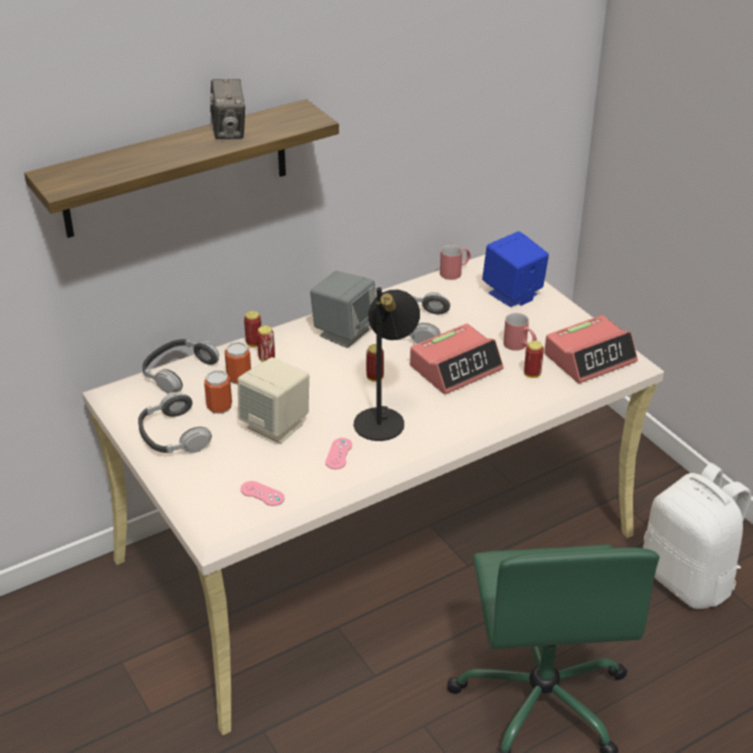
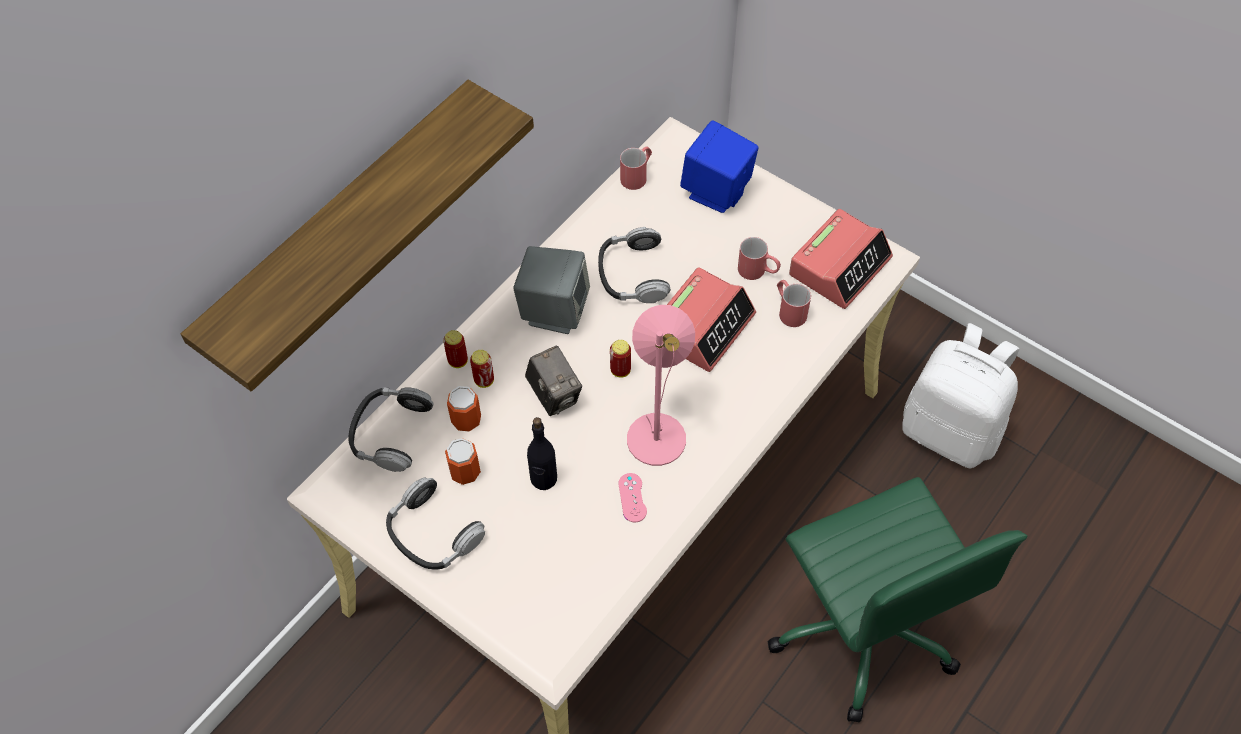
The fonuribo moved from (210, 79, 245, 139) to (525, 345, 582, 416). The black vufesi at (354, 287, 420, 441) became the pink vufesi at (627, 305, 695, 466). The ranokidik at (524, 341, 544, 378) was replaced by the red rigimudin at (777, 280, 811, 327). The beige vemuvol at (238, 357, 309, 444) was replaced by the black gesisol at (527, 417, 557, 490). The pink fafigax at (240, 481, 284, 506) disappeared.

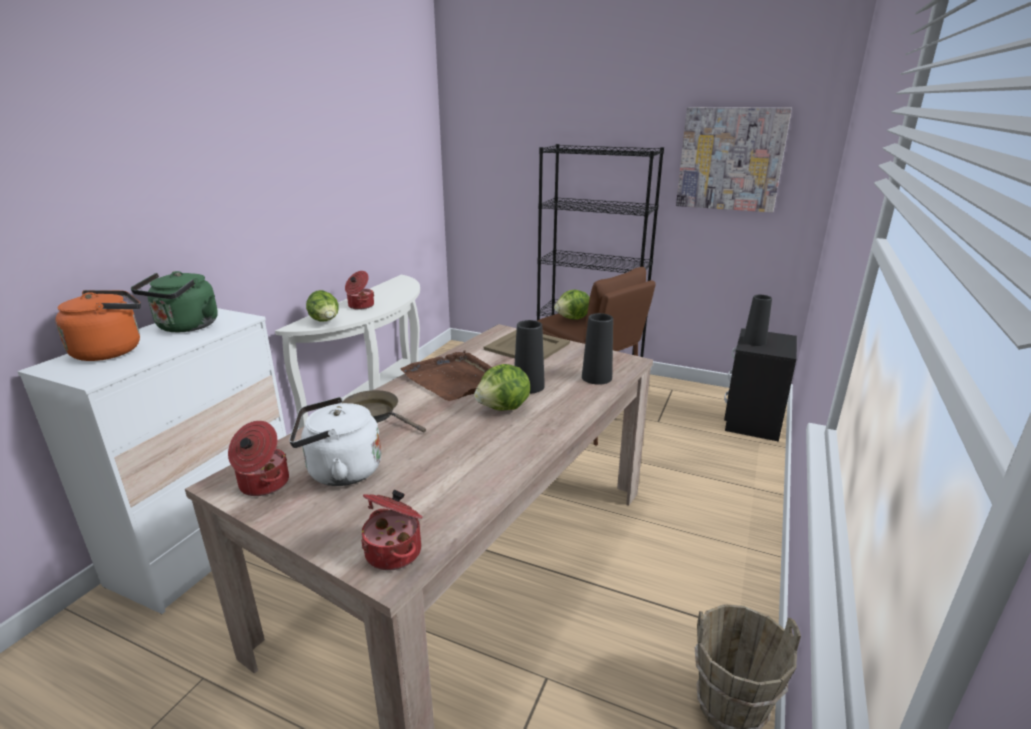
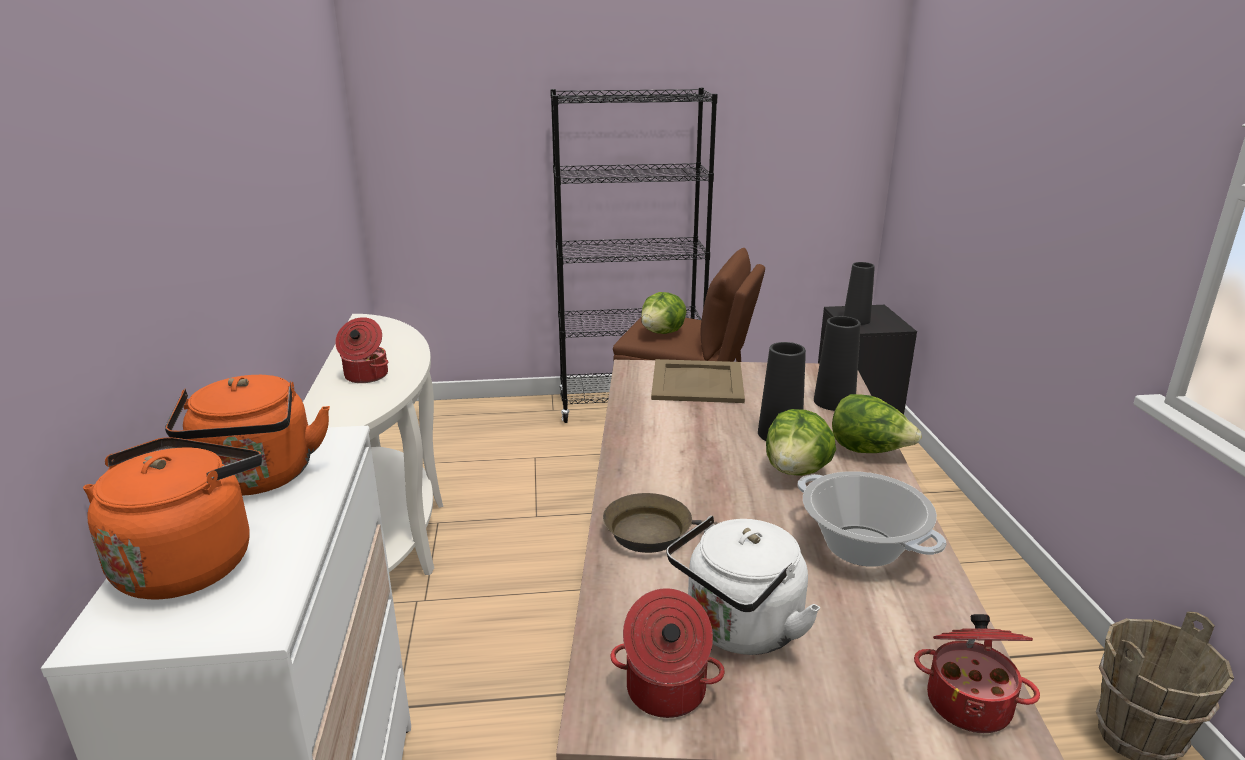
The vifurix at (676, 107, 792, 212) disappeared. The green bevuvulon at (131, 271, 218, 332) became the orange bevuvulon at (165, 375, 330, 496). The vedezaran moved from (306, 290, 339, 322) to (832, 394, 922, 453). The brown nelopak at (401, 351, 492, 401) disappeared. The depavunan at (797, 471, 947, 567) appeared.

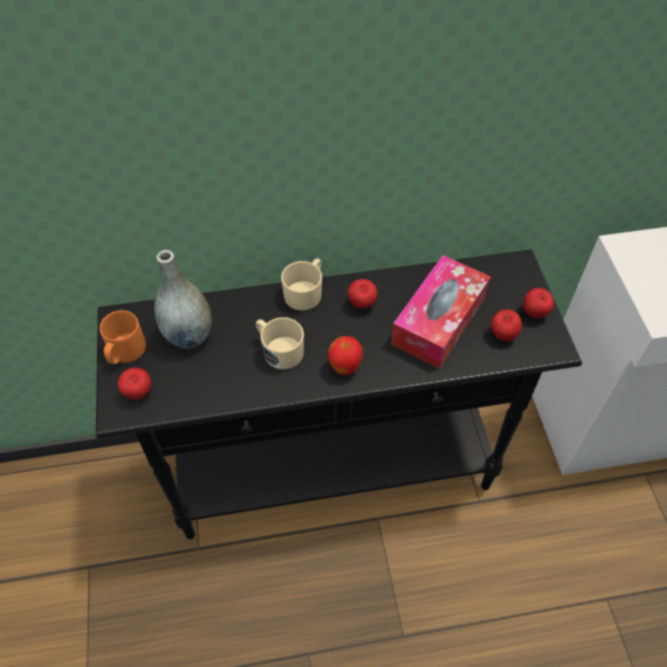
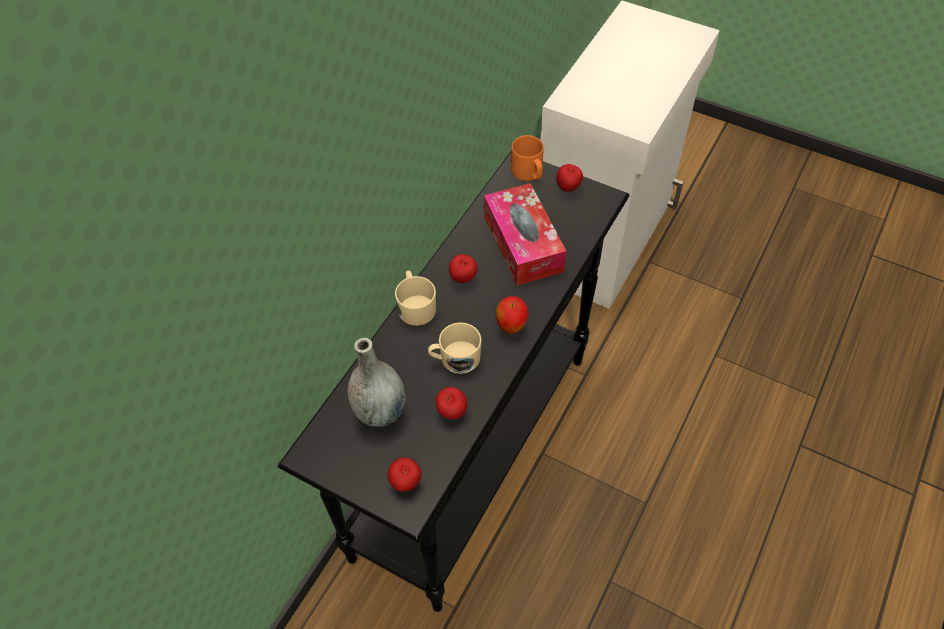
The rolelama moved from (491, 309, 522, 341) to (436, 387, 467, 420). The orange rigimudin moved from (100, 310, 146, 364) to (511, 135, 544, 181).

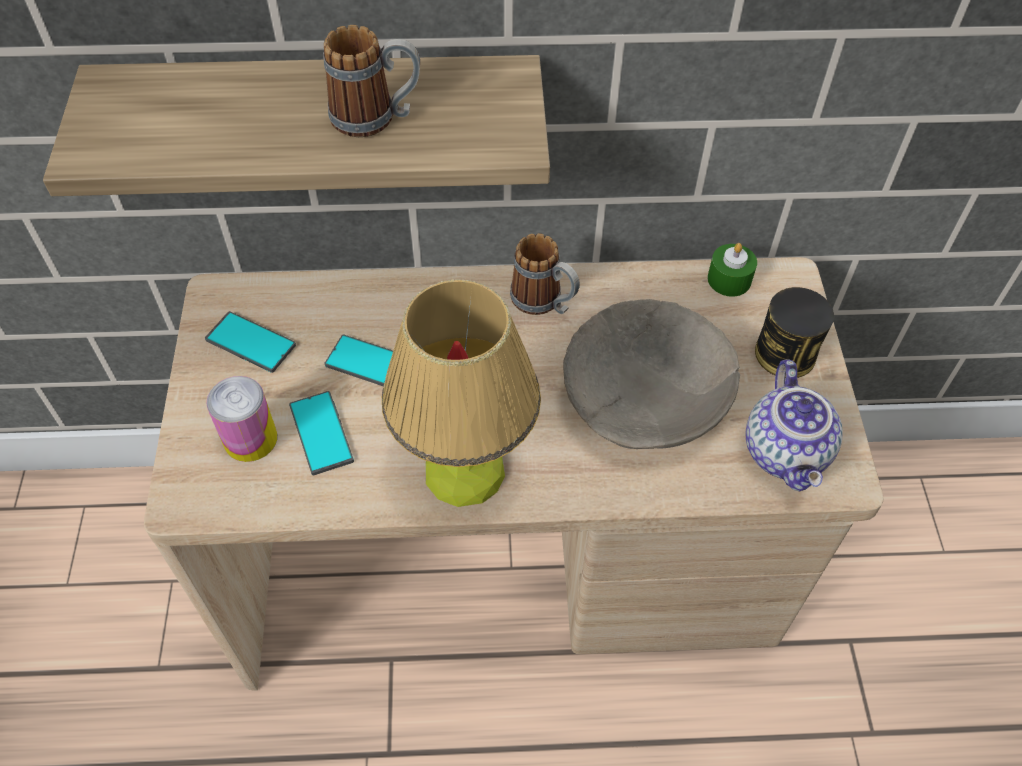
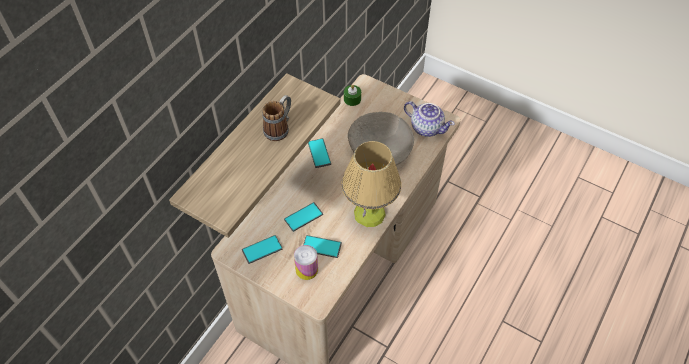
The rigimudin at (510, 233, 580, 315) was replaced by the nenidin at (308, 138, 331, 168). The ranokidik at (755, 287, 834, 378) disappeared.

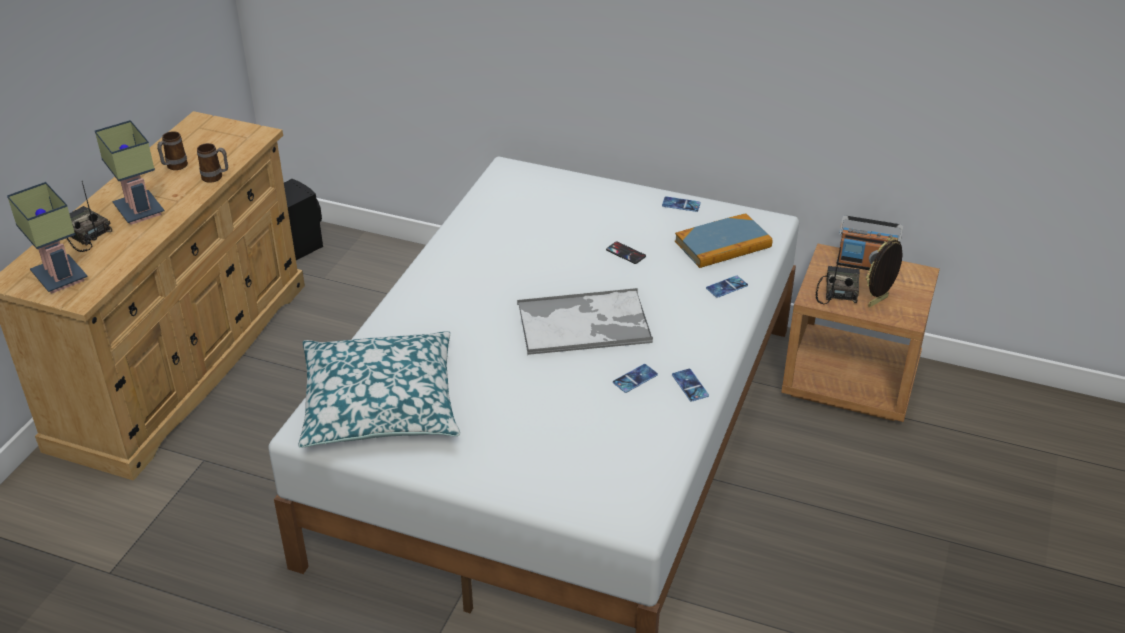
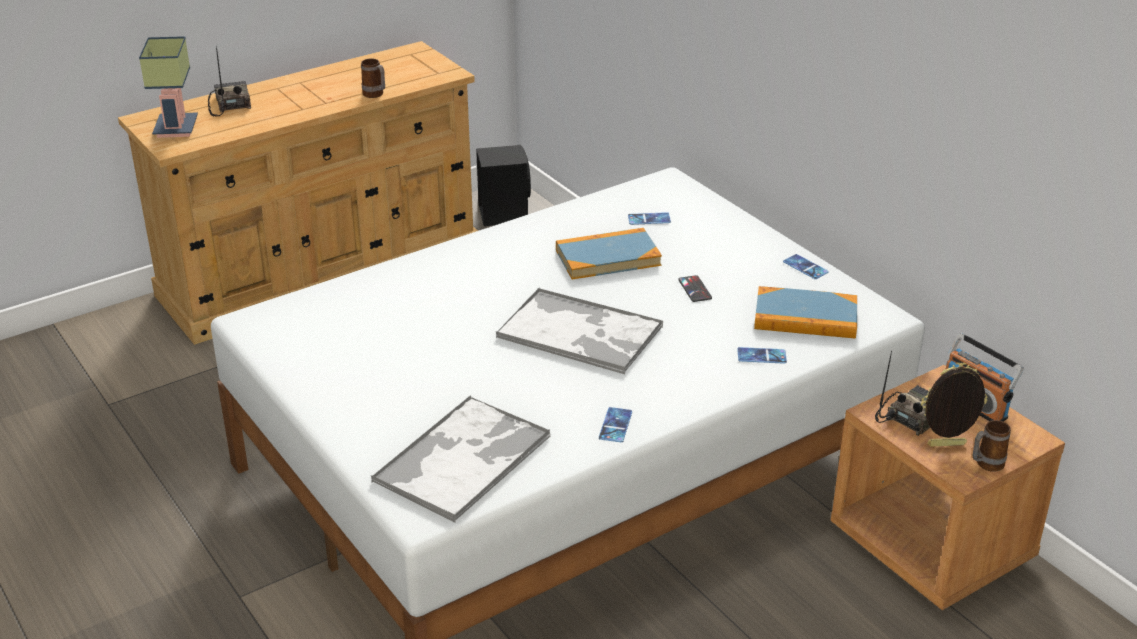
The vufesi at (95, 120, 164, 225) disappeared. The rigimudin moved from (157, 131, 188, 170) to (973, 420, 1011, 472). The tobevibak at (298, 331, 460, 448) disappeared. The nenidin moved from (613, 364, 658, 393) to (628, 212, 671, 225). The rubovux at (556, 228, 662, 279) appeared. The nelopak at (371, 395, 551, 523) appeared.

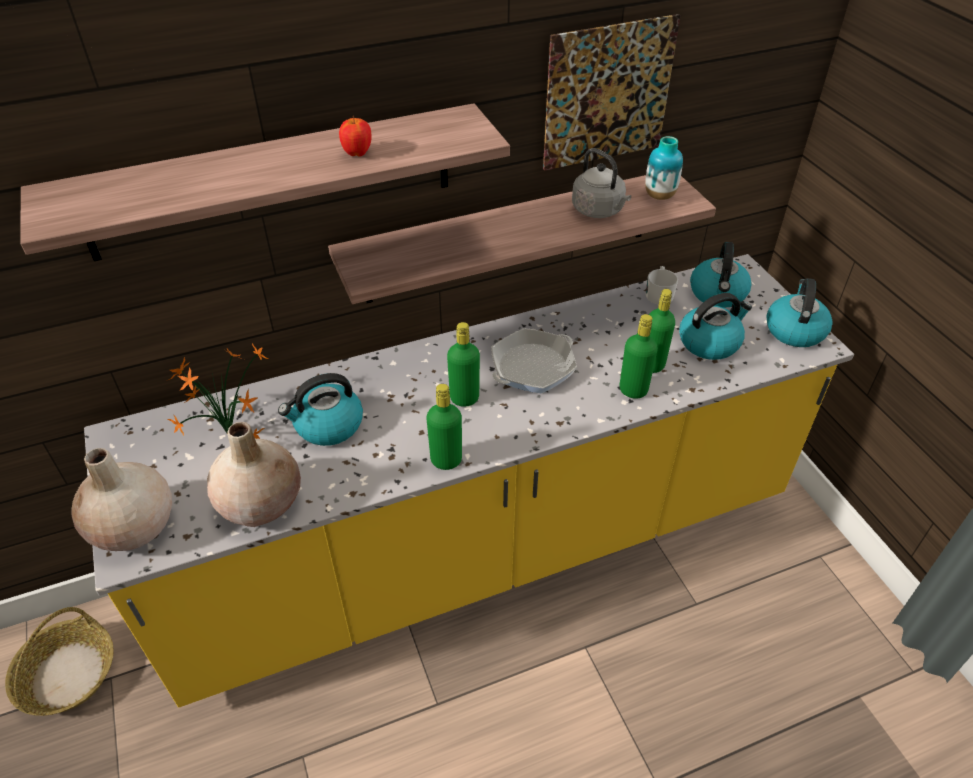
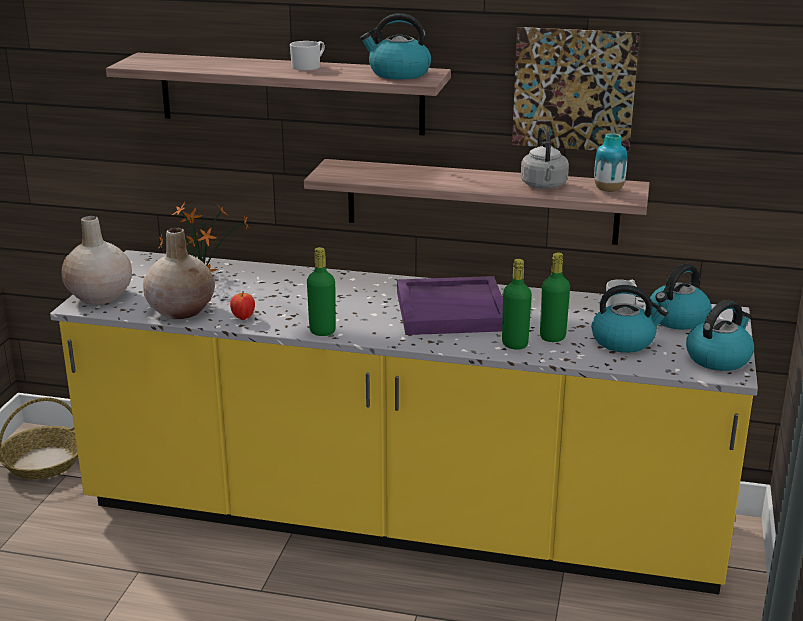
The rolelama moved from (339, 115, 371, 157) to (230, 291, 255, 320). The green gesisol at (447, 322, 480, 407) disappeared. The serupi at (491, 328, 577, 394) was replaced by the purple nelopak at (397, 276, 503, 335). The bevuvulon moved from (278, 373, 363, 446) to (360, 13, 431, 79). The white rigimudin at (290, 41, 325, 71) appeared.

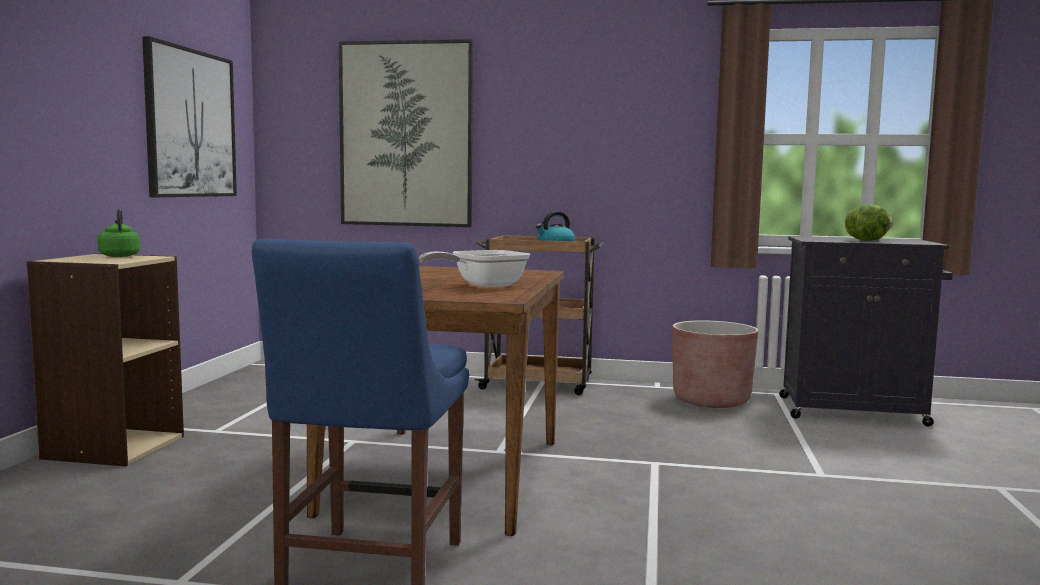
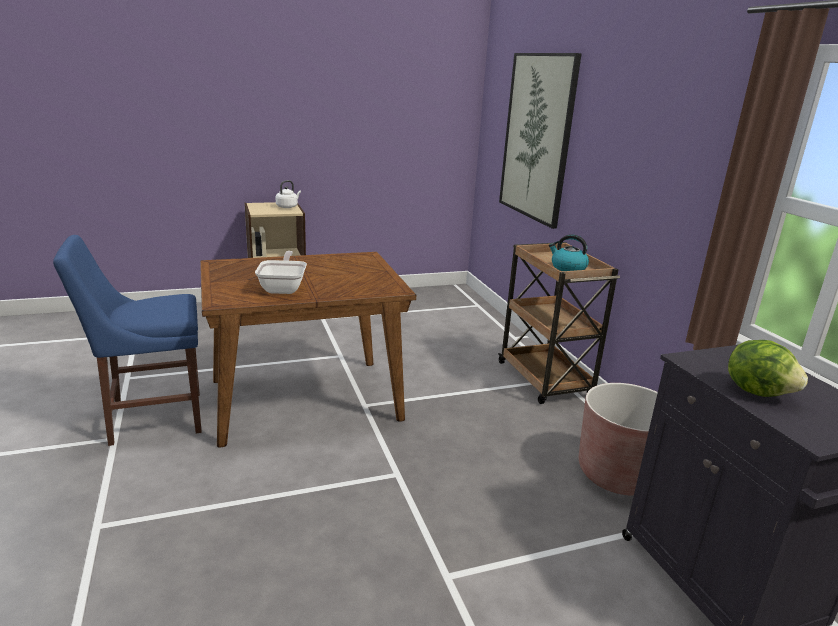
The vifurix at (142, 36, 237, 197) disappeared. The green bevuvulon at (97, 209, 140, 257) became the white bevuvulon at (276, 180, 301, 208). The serupi at (419, 250, 530, 288) turned 60 degrees clockwise.

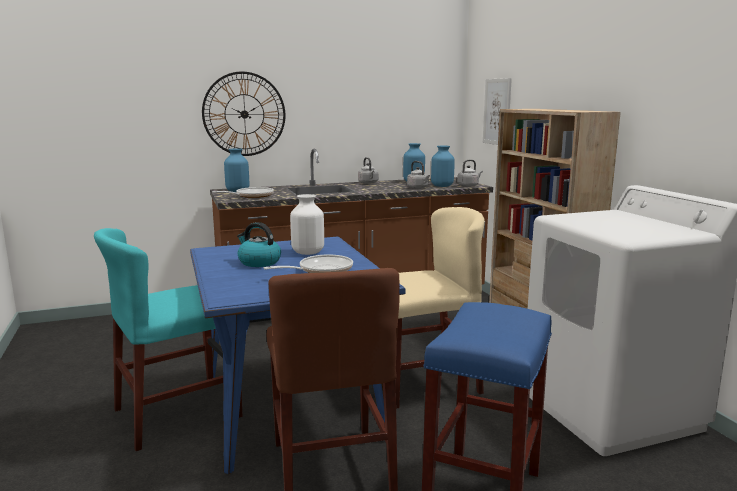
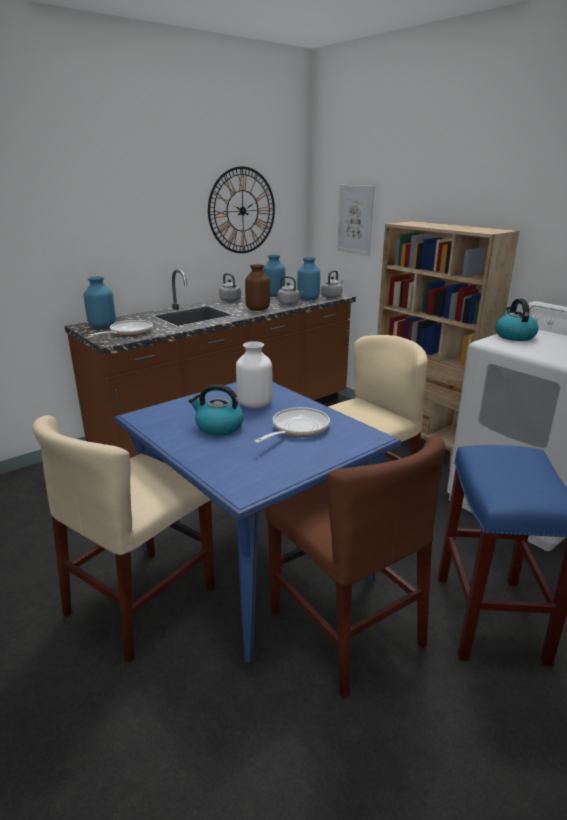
The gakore moved from (202, 71, 285, 156) to (208, 166, 275, 253). The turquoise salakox at (94, 228, 243, 451) became the beige salakox at (33, 415, 215, 663). The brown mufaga at (245, 264, 270, 311) appeared. The bevuvulon at (496, 299, 539, 341) appeared.

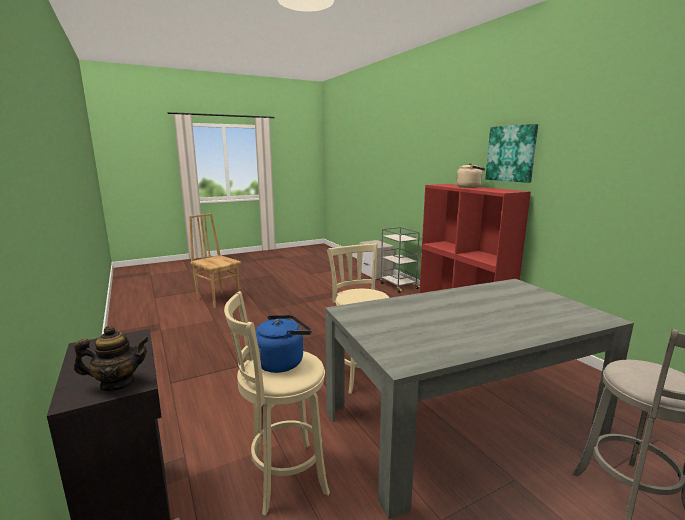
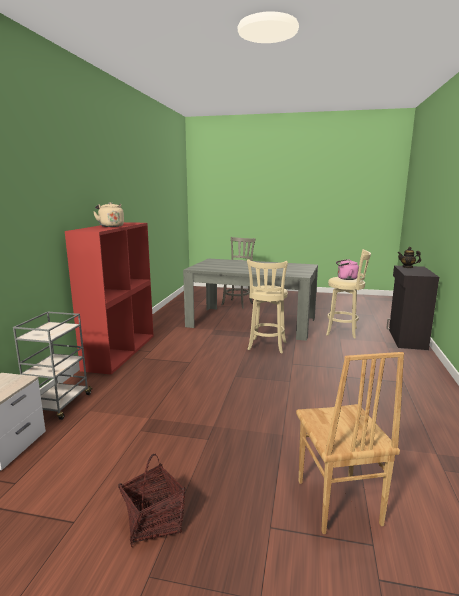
The vifurix at (485, 124, 538, 183) disappeared. The blue bevuvulon at (255, 315, 312, 373) became the pink bevuvulon at (336, 259, 359, 280). The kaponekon at (119, 454, 186, 547) appeared.

